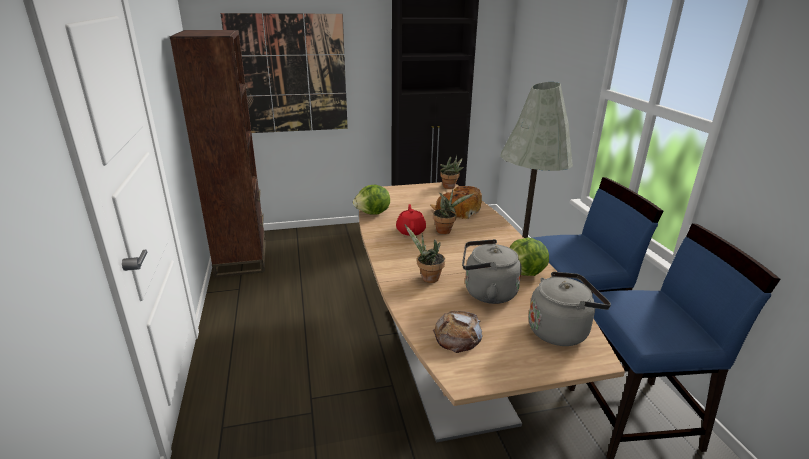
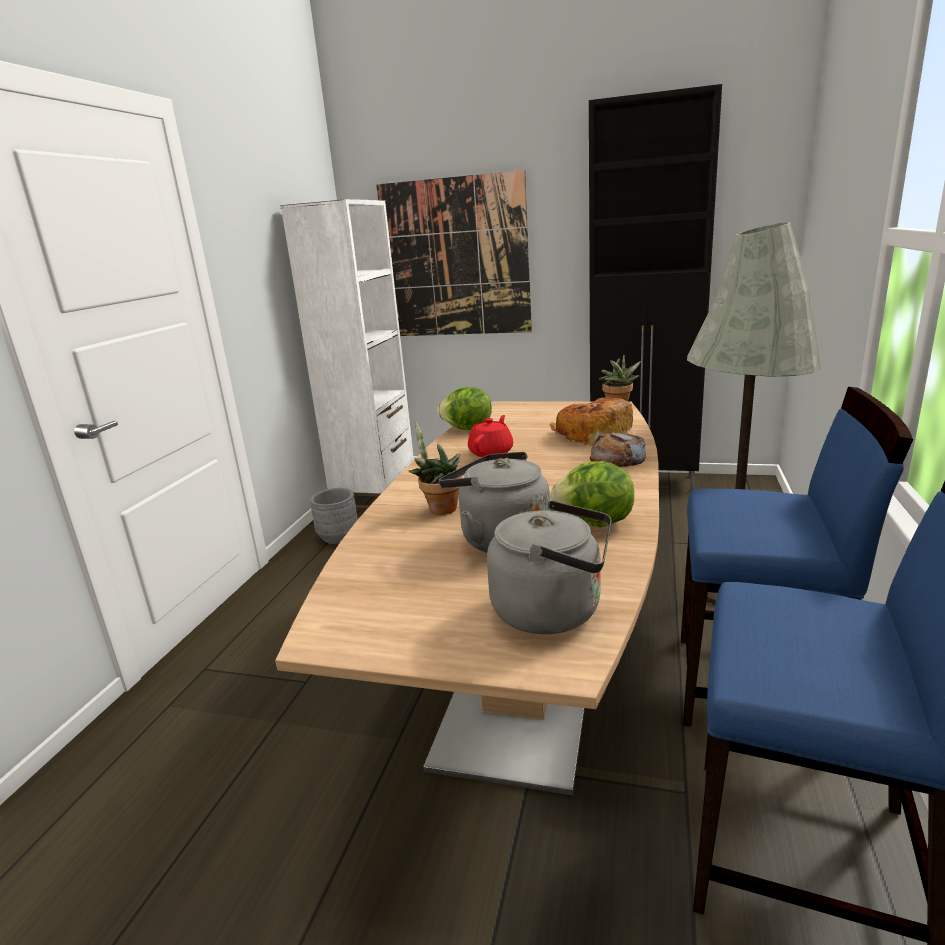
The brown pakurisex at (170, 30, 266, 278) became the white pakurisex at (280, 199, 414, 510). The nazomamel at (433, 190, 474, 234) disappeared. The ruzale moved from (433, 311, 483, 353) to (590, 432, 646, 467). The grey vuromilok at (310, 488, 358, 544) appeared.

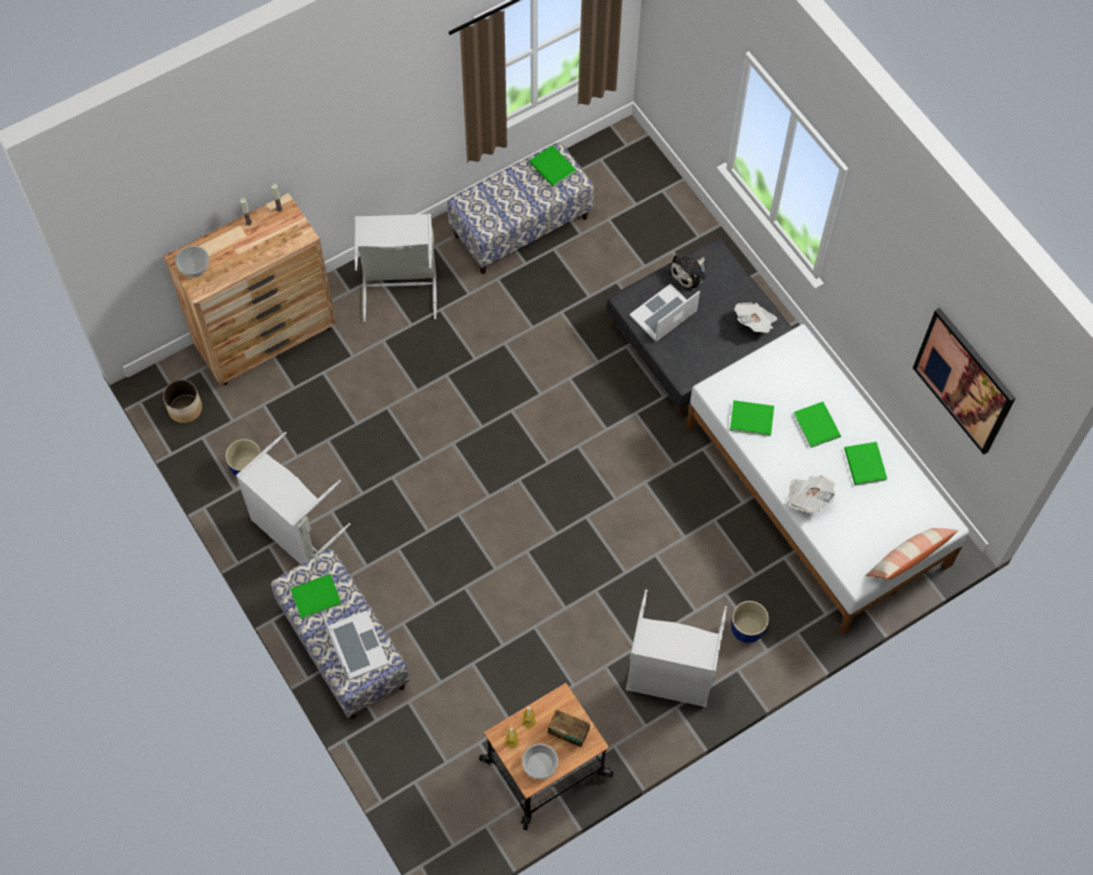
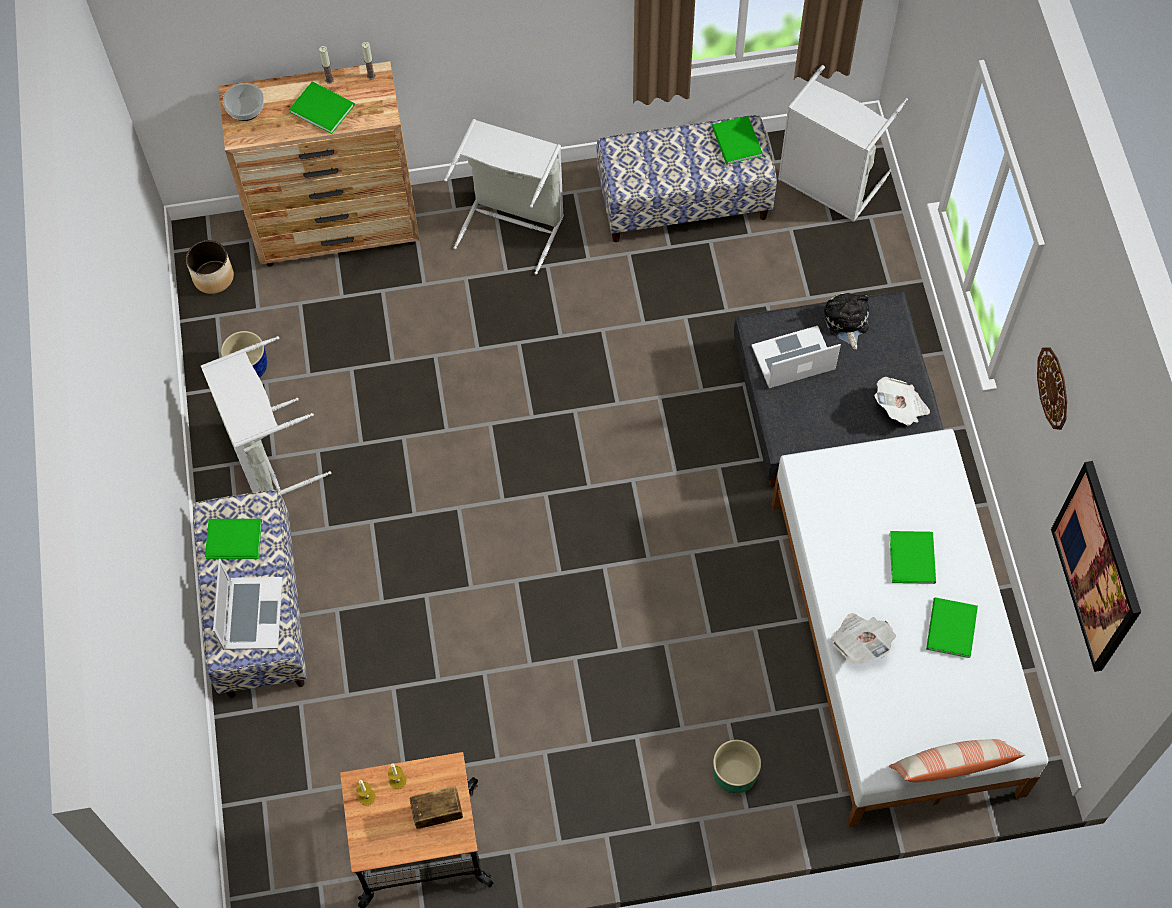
The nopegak at (668, 255, 706, 291) turned 105 degrees clockwise. The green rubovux moved from (730, 400, 774, 436) to (289, 82, 355, 134). The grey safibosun moved from (626, 589, 727, 707) to (778, 65, 908, 222). The blue vuromilok at (731, 601, 769, 643) became the green vuromilok at (713, 740, 761, 794). The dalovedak at (548, 710, 590, 747) turned 120 degrees clockwise. The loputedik at (522, 744, 558, 779) disappeared. The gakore at (1037, 347, 1067, 430) appeared.

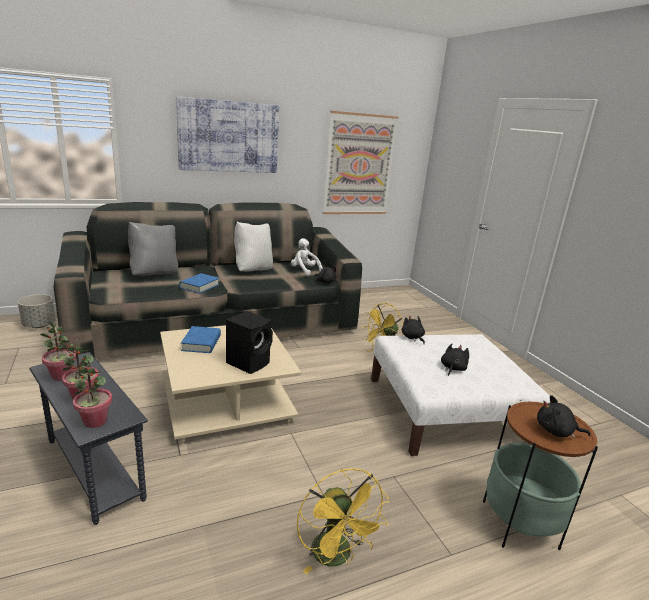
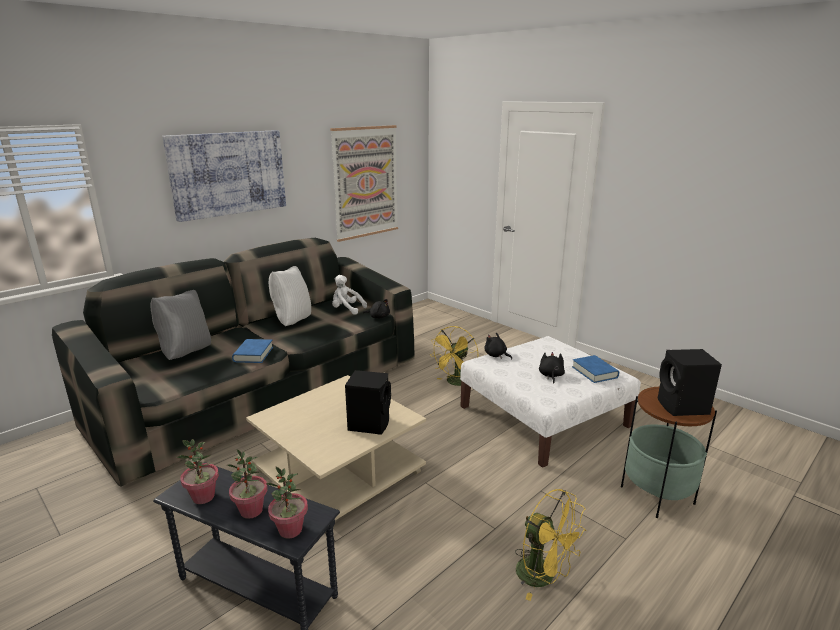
The grey vuromilok at (18, 294, 56, 328) disappeared. The blue rubovux moved from (181, 326, 221, 353) to (572, 355, 619, 383). The black nopegak at (537, 395, 590, 438) was replaced by the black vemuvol at (658, 349, 722, 416).

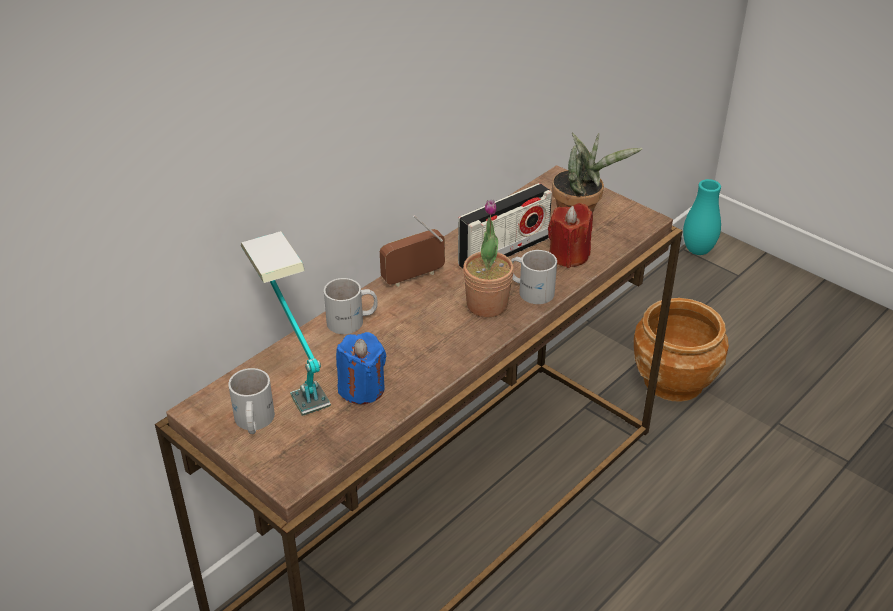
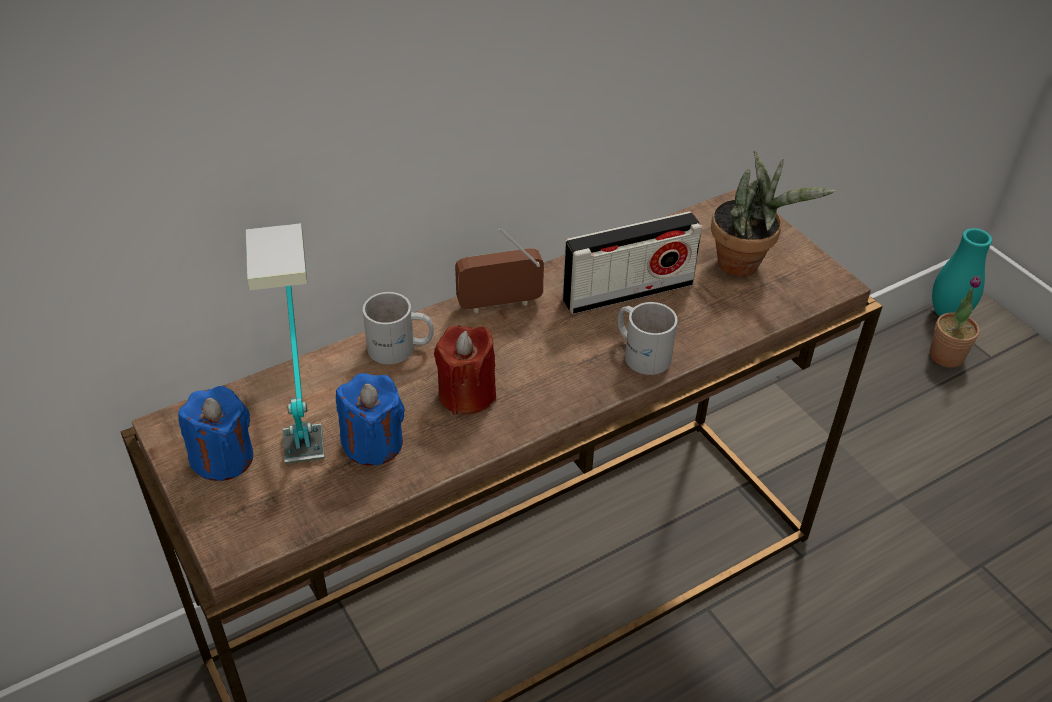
The nazomamel moved from (463, 200, 514, 318) to (930, 276, 981, 368). The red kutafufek moved from (548, 203, 593, 268) to (434, 325, 496, 415). The brown vuromilok at (634, 298, 729, 402) disappeared. The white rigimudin at (228, 368, 275, 434) was replaced by the blue kutafufek at (178, 386, 253, 481).

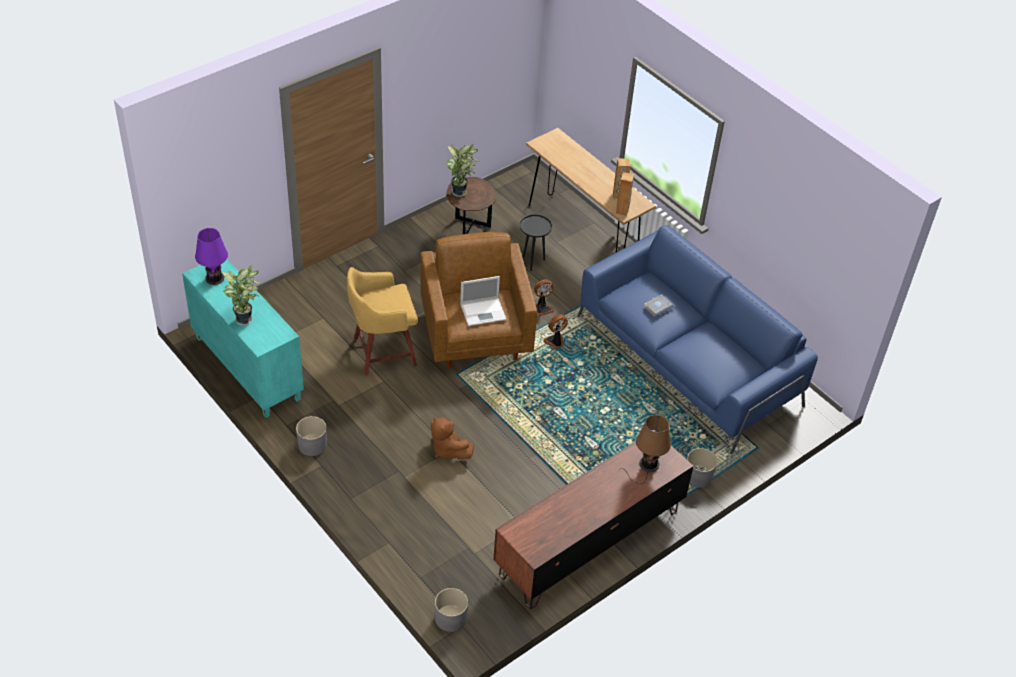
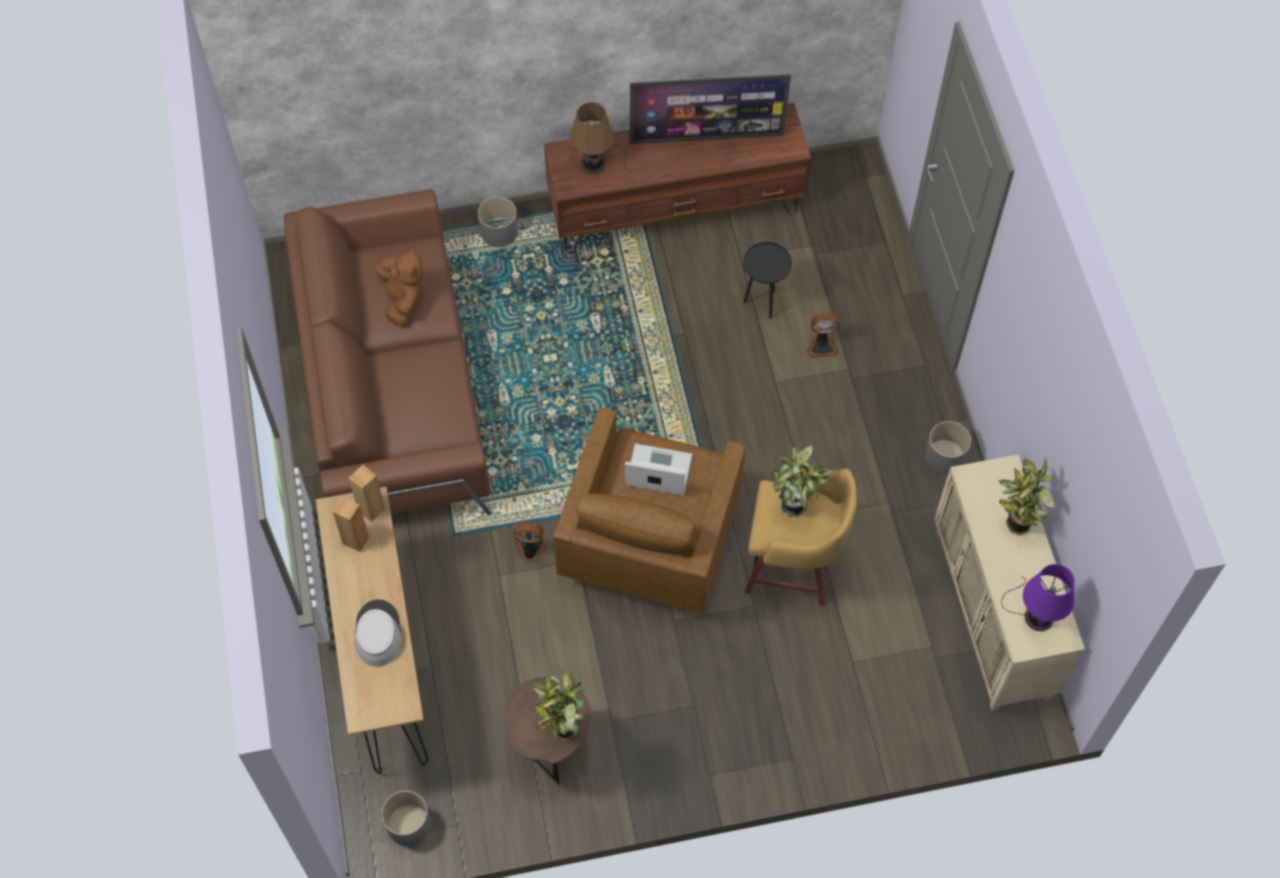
The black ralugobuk moved from (520, 215, 552, 271) to (743, 242, 792, 319). The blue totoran at (577, 225, 818, 454) became the brown totoran at (284, 189, 492, 515). The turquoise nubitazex at (182, 259, 304, 418) became the beige nubitazex at (934, 454, 1085, 711). The grey rubovux at (643, 294, 673, 317) disappeared. The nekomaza moved from (543, 314, 568, 349) to (807, 312, 840, 358). The brown nopegak moved from (431, 417, 474, 459) to (375, 246, 425, 326). The grey vuromilok moved from (435, 588, 468, 632) to (381, 790, 430, 846). The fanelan at (630, 74, 791, 144) appeared. The nazomamel at (770, 445, 831, 517) appeared. The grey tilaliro at (354, 599, 402, 667) appeared.

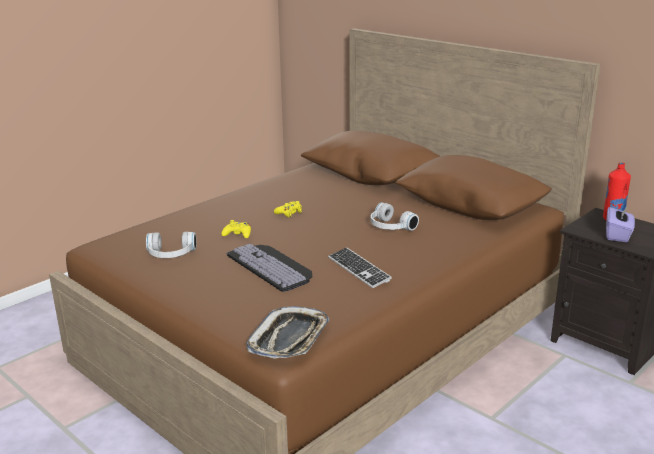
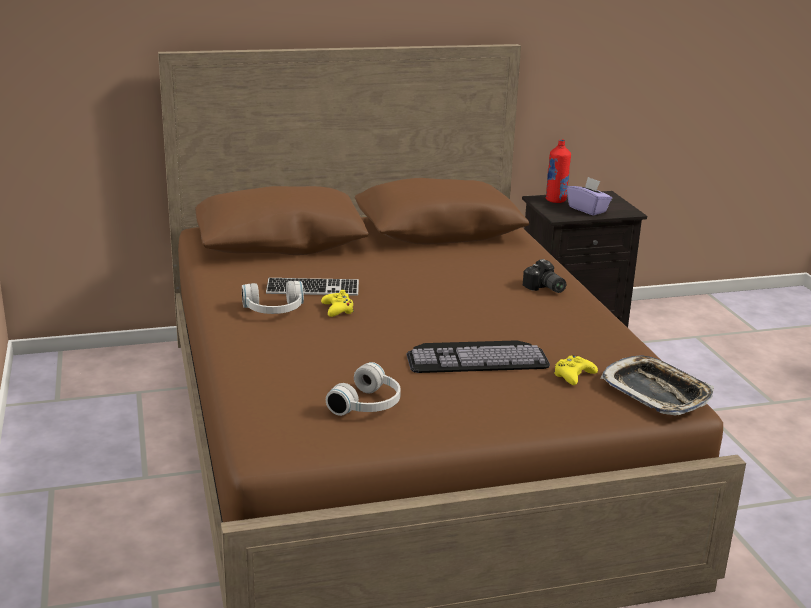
The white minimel moved from (371, 203, 419, 231) to (242, 281, 304, 314). The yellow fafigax moved from (221, 220, 251, 238) to (554, 355, 598, 385). The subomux moved from (328, 247, 392, 288) to (266, 278, 359, 296). The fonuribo at (523, 259, 566, 293) appeared.

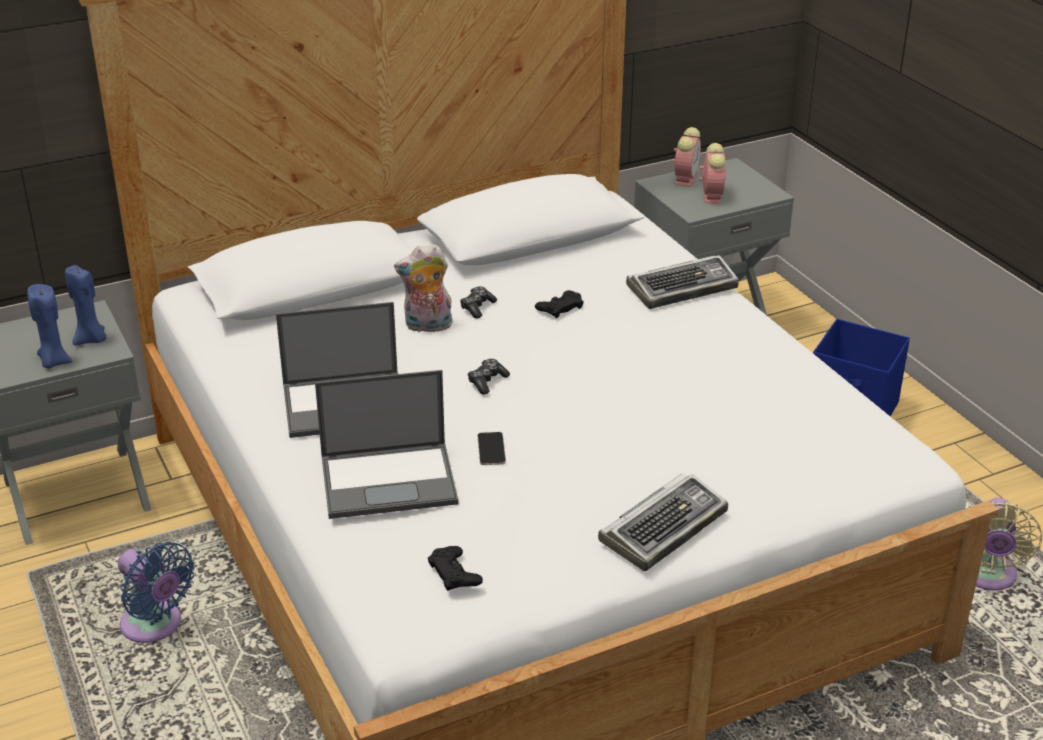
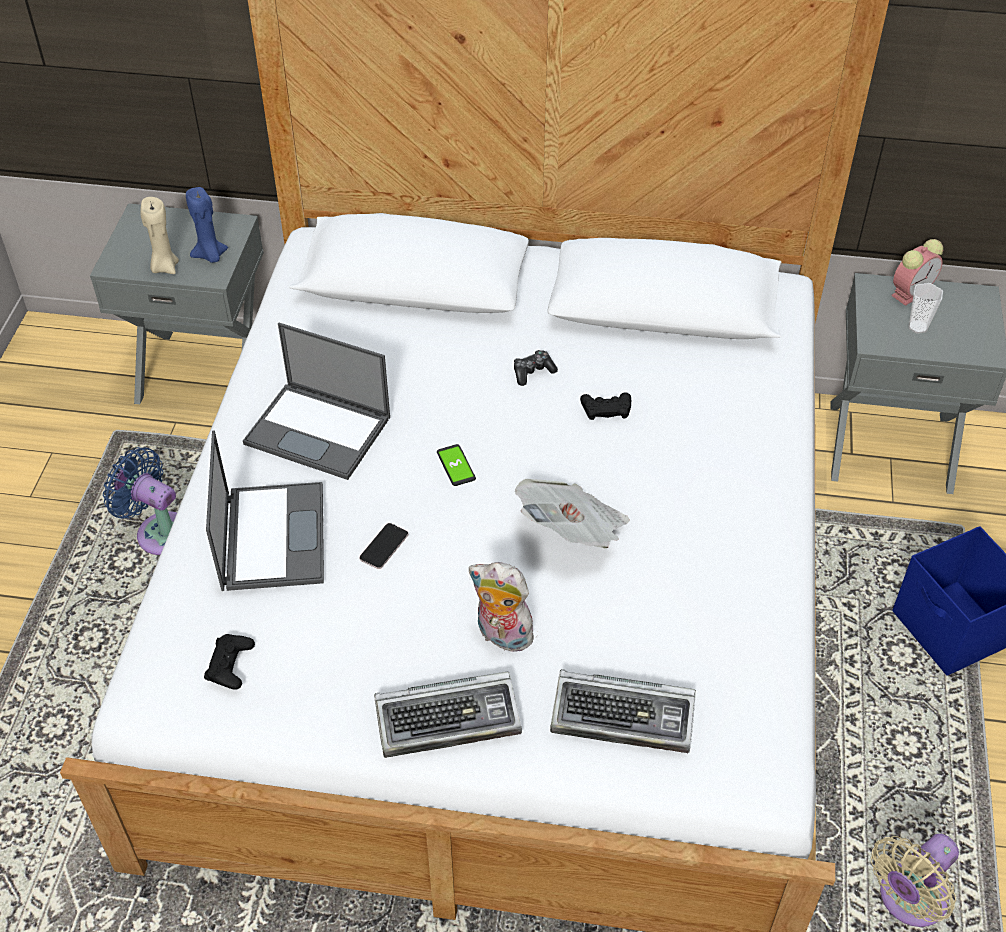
The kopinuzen at (699, 143, 726, 204) was replaced by the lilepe at (908, 283, 943, 334). The nopegak moved from (394, 244, 453, 332) to (469, 562, 534, 654). The subomux moved from (626, 255, 739, 309) to (550, 669, 696, 753). The blue kutafufek at (27, 284, 72, 369) became the beige kutafufek at (140, 197, 179, 274). The fafigax at (468, 359, 510, 395) was replaced by the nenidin at (437, 444, 476, 486). The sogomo at (315, 370, 458, 519) turned 120 degrees counterclockwise. The blue nekomaza at (118, 542, 194, 643) turned 135 degrees clockwise. The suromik at (515, 479, 630, 549) appeared.

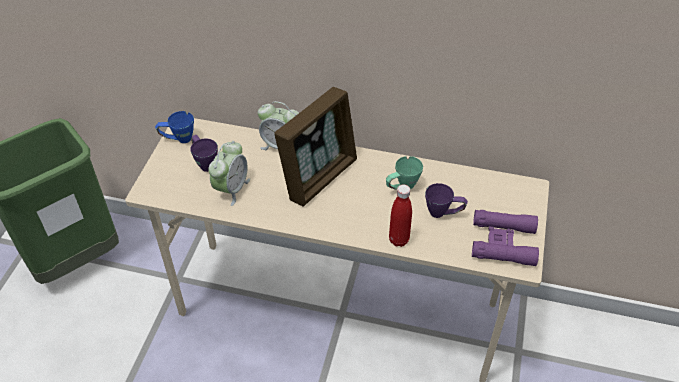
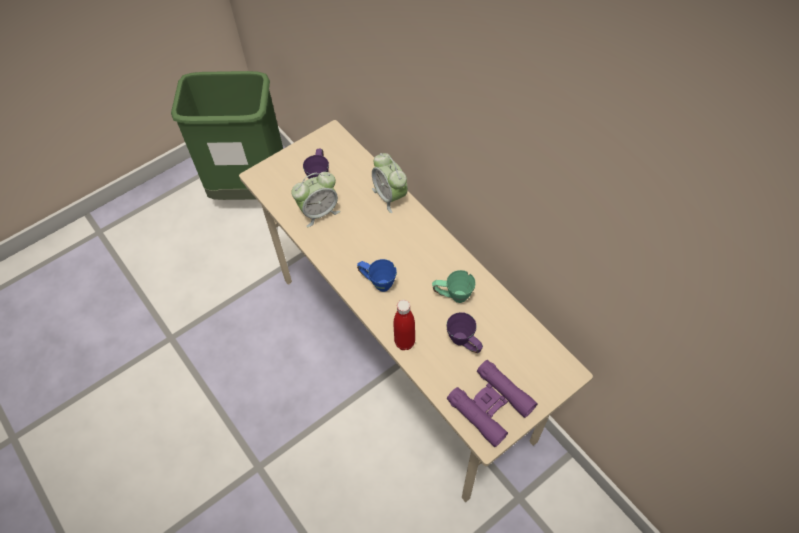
The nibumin at (274, 87, 357, 206) disappeared. The blue rigimudin moved from (155, 111, 194, 143) to (357, 259, 397, 292).

